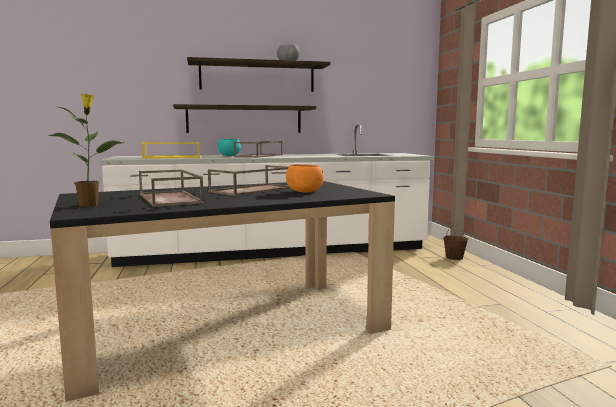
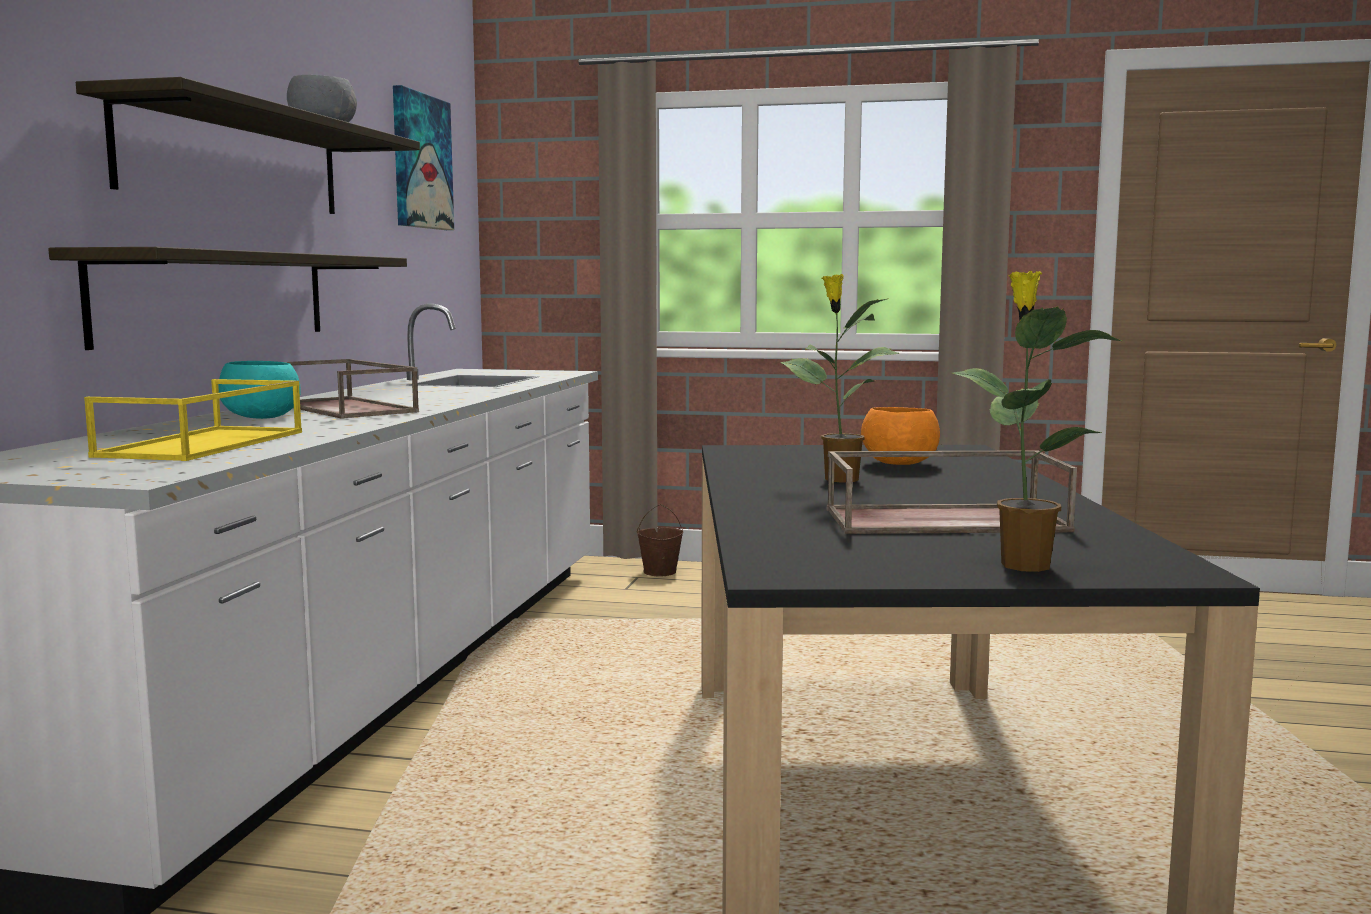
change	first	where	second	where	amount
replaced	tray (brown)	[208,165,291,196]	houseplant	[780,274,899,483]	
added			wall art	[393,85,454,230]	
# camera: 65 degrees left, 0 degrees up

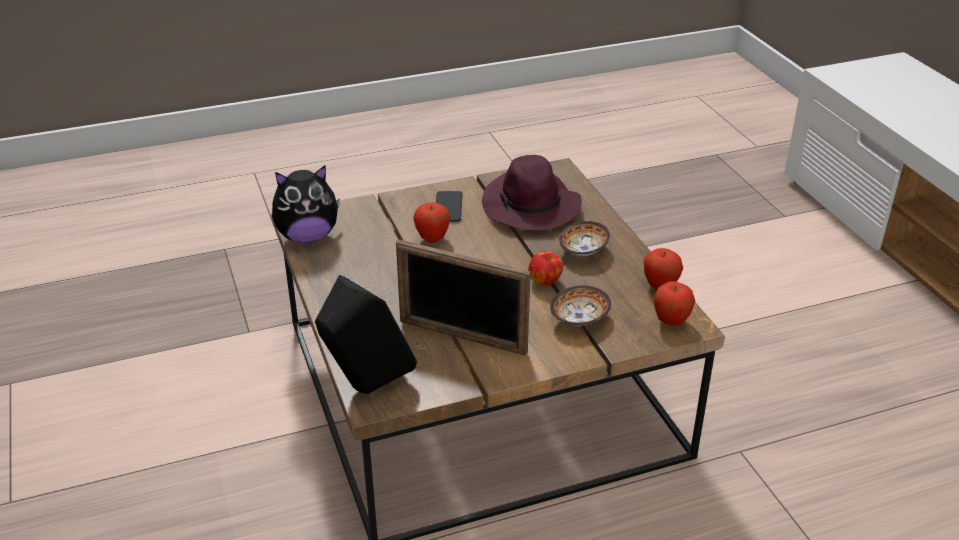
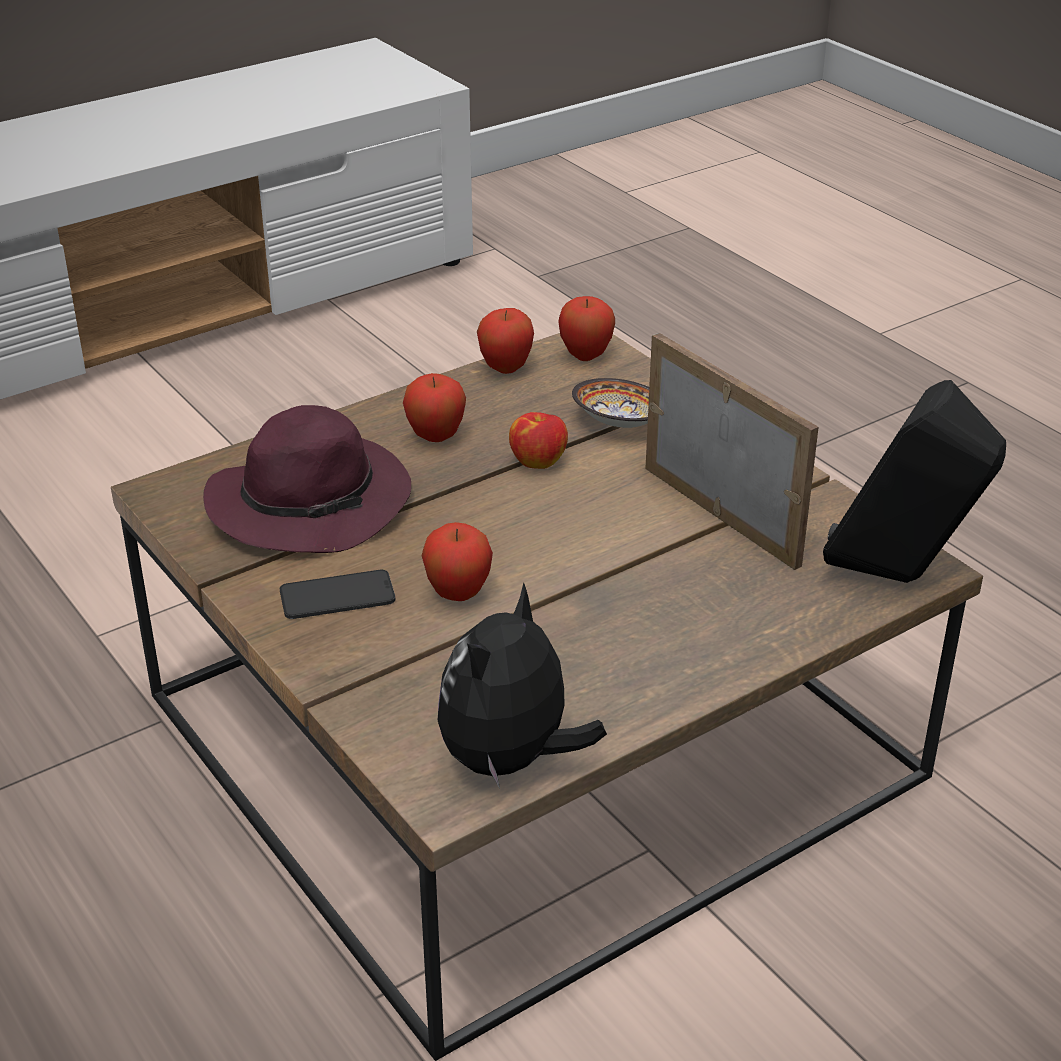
change	first	where	second	where	amount
turned	cuddly toy	[272,166,340,243]		[438,582,607,788]	120 degrees counterclockwise
replaced	deep dish	[559,221,610,256]	whole apple	[403,373,466,442]	
turned	photo frame	[396,239,531,356]		[645,333,819,570]	45 degrees counterclockwise
# camera: 105 degrees left, 0 degrees up

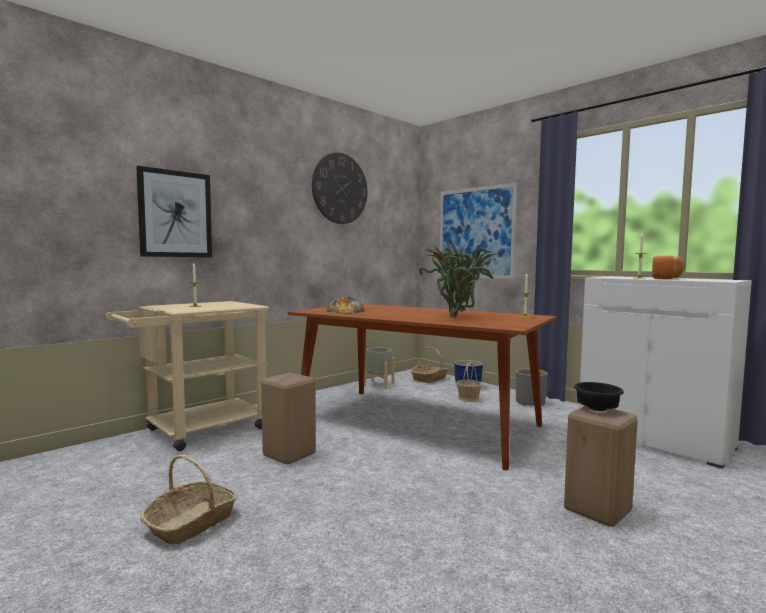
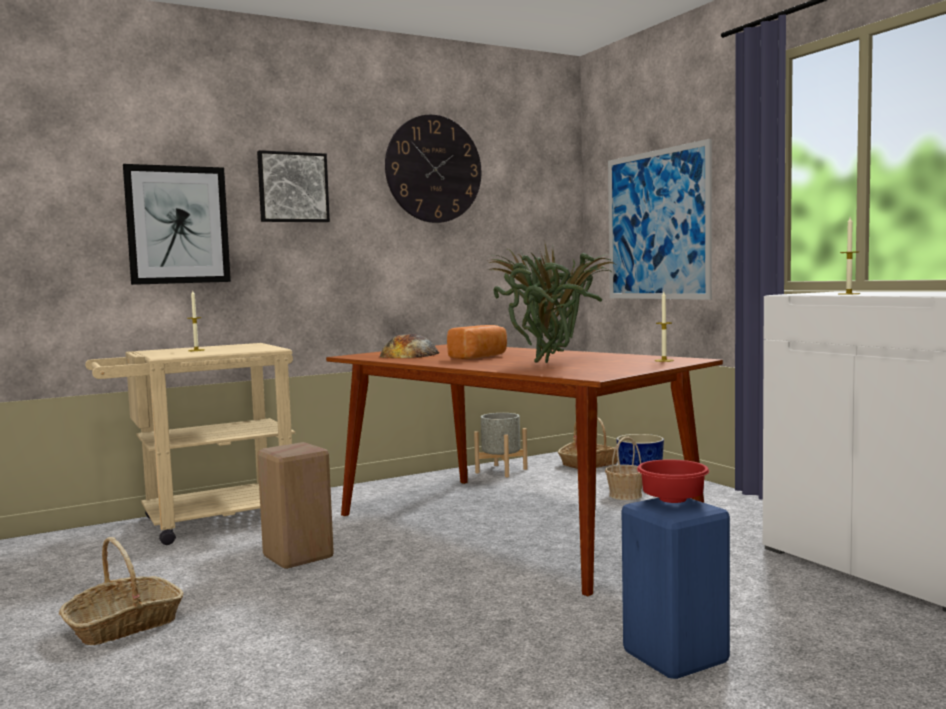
change	first	where	second	where	amount
moved	baked bread	[652,256,684,279]		[447,325,507,359]	
removed	plant pot (greyish)	[516,369,548,406]			
recoloured	deep dish (black)	[574,382,624,411]	deep dish (reddish)	[637,459,709,503]	
recoloured	stool seat (beige)	[564,406,638,527]	stool seat (blue-coloured)	[622,498,730,679]	
added			wall art	[257,150,330,222]	
# camera: 15 degrees right, 0 degrees up

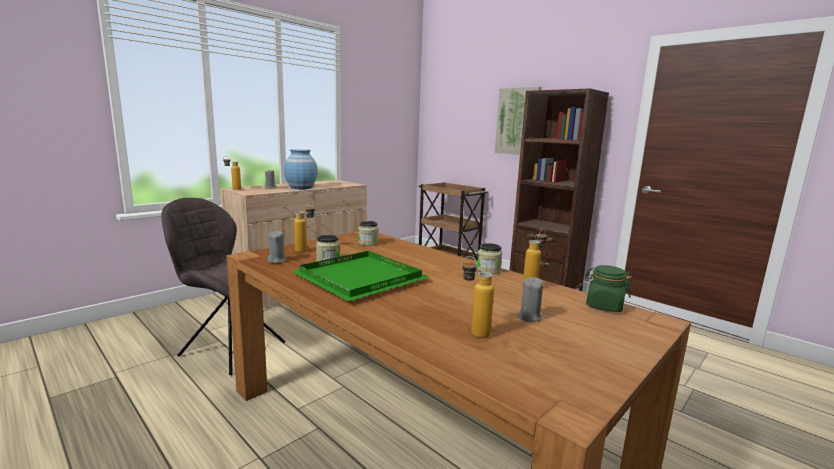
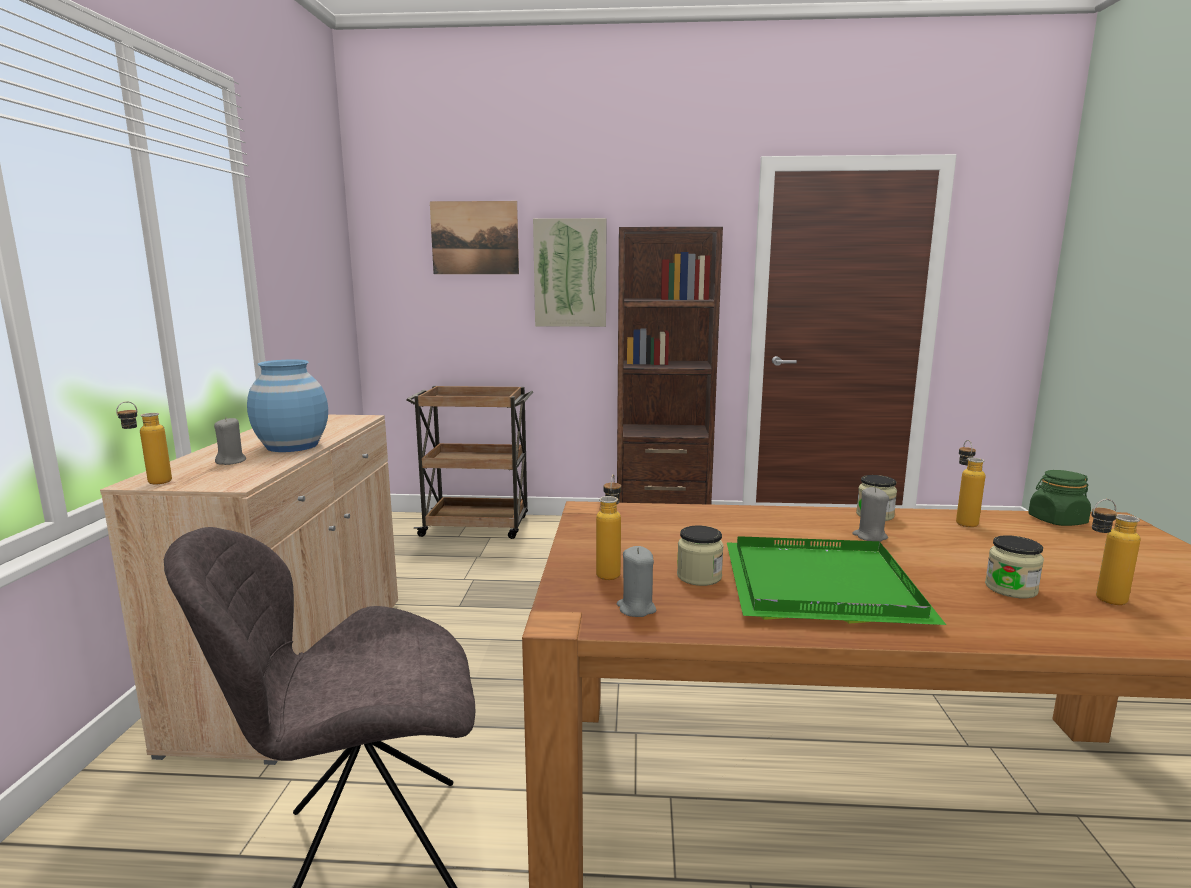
change	first	where	second	where	amount
moved	preserve jar	[358,221,379,246]		[985,535,1044,598]	
moved	wax light (greyish)	[517,277,543,322]		[852,487,889,542]	
added			wall art	[430,201,519,274]	
# camera: 40 degrees left, 0 degrees up

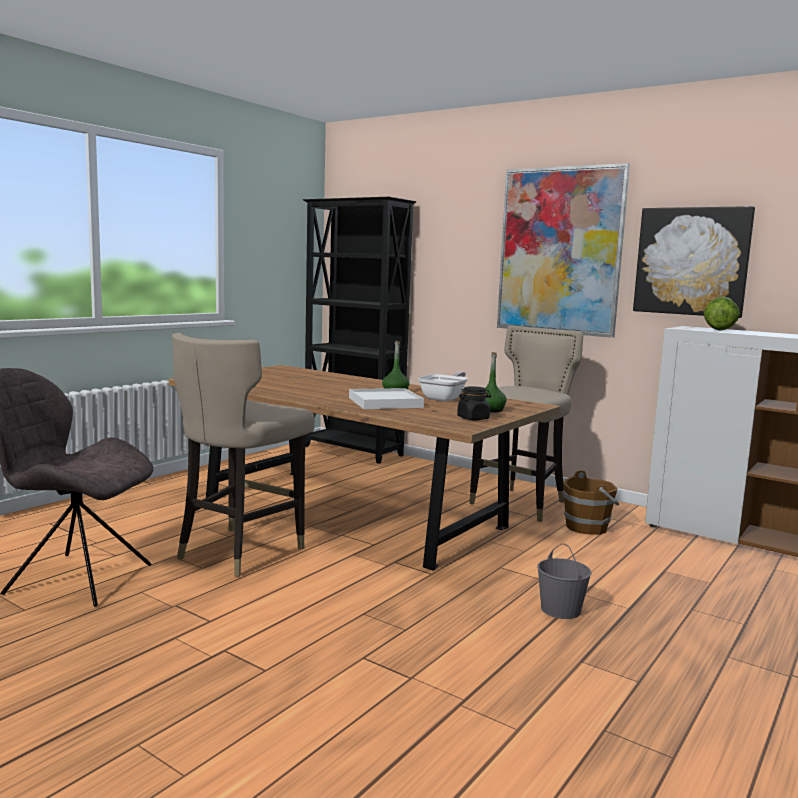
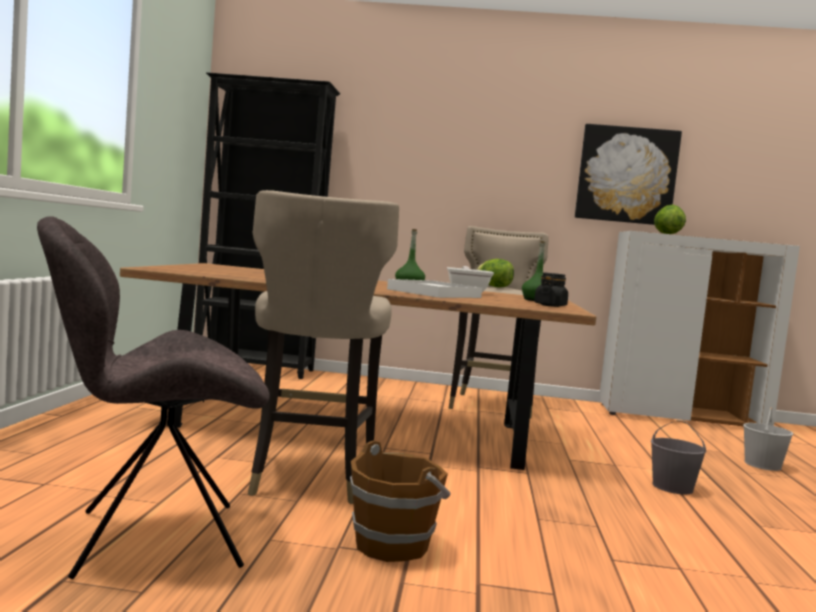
change	first	where	second	where	amount
removed	wall art	[497,163,630,338]			
moved	pail (brown)	[563,470,619,535]		[350,441,451,562]	
added			lettuce head	[476,259,514,288]	
added			pail (whitish)	[743,407,793,471]	
# camera: 30 degrees left, 5 degrees down

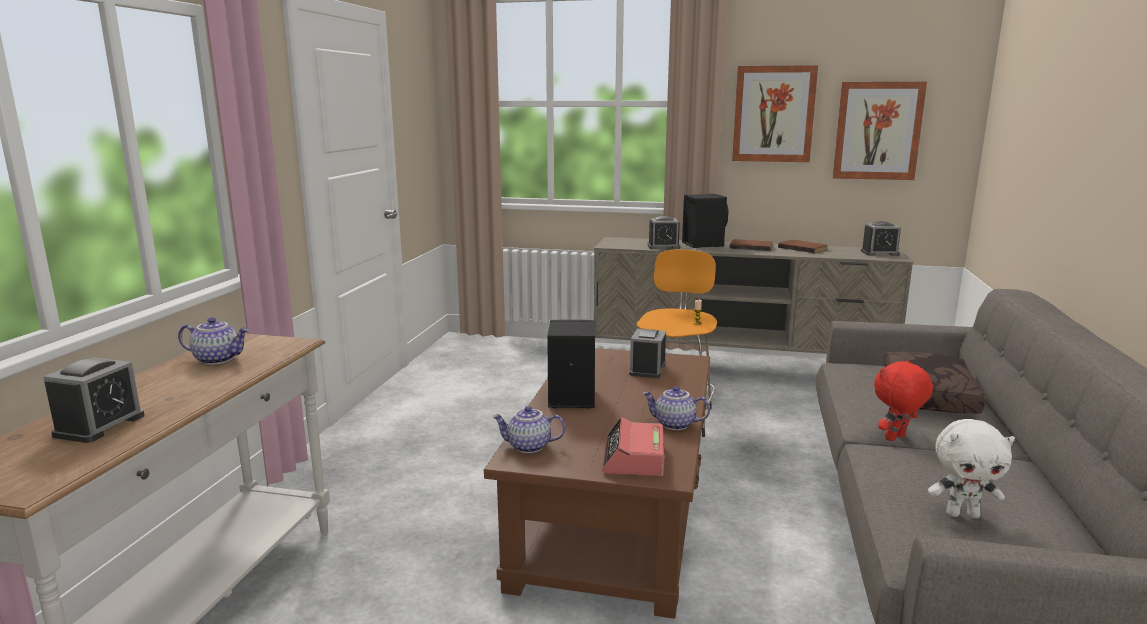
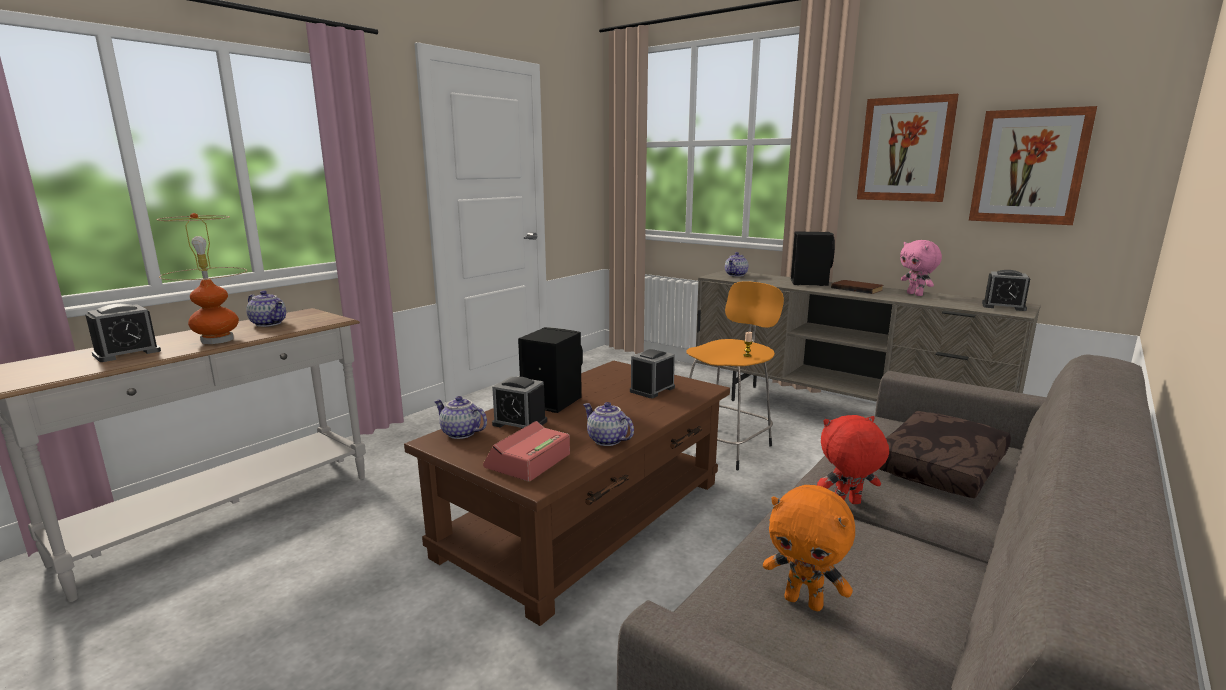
change	first	where	second	where	amount
moved	table clock	[647,216,680,249]		[492,376,547,429]	
replaced	bound book (brown)	[778,240,827,253]	cuddly toy (pink-coloured)	[900,240,942,296]	
recoloured	cuddly toy (whitish)	[928,419,1015,518]	cuddly toy (orange)	[763,485,855,611]	
added			lamp for a table	[156,213,247,344]	
added			tea pot	[725,252,748,277]	
# camera: 25 degrees right, 0 degrees up

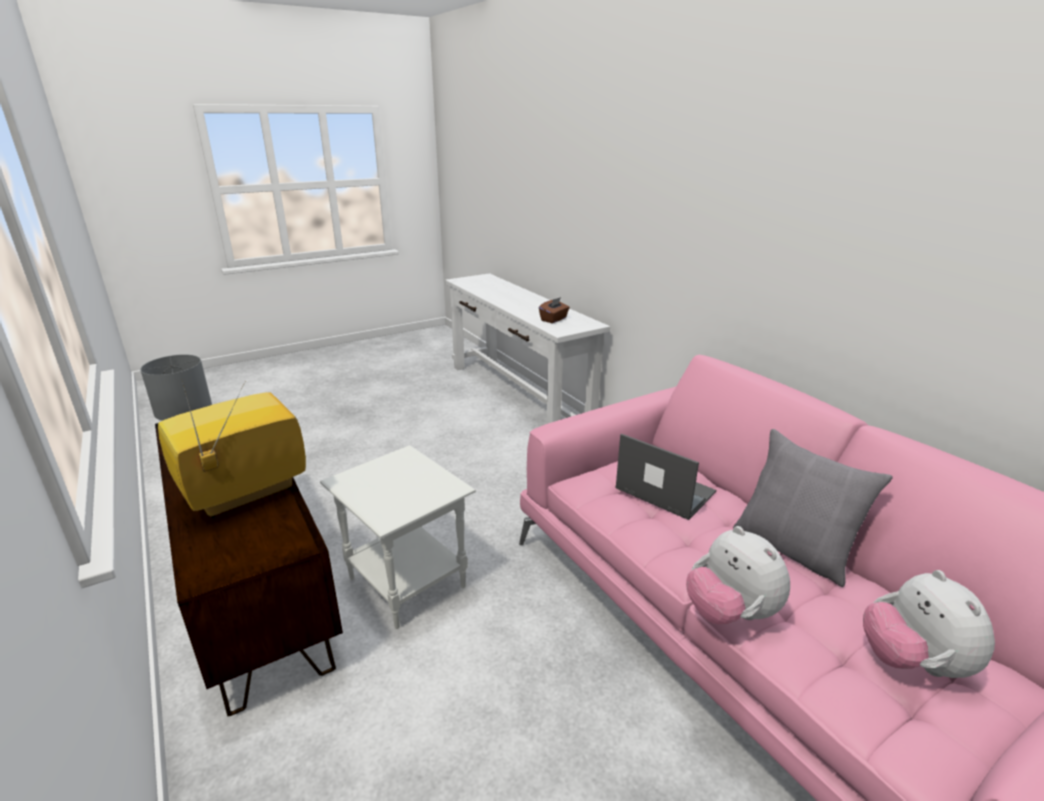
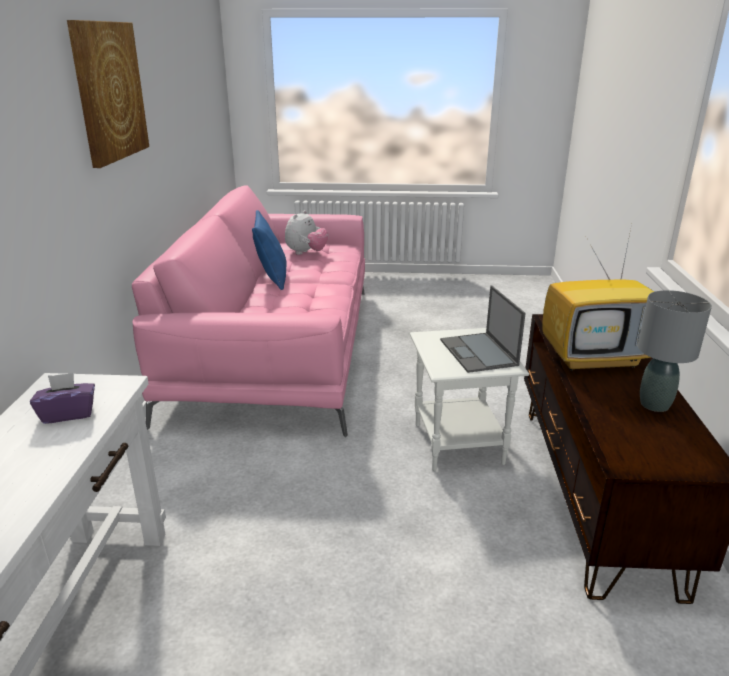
change	first	where	second	where	amount
recoloured	tissue box (brown)	[539,297,570,323]	tissue box (purple)	[30,373,95,424]	
recoloured	cushion (greyish)	[733,429,893,587]	cushion (blue-coloured)	[252,210,287,290]	
moved	laptop	[616,434,716,520]		[440,286,526,373]	
removed	cuddly toy	[686,526,790,625]			
added			wall art	[67,20,149,168]	
# camera: 145 degrees left, 0 degrees up

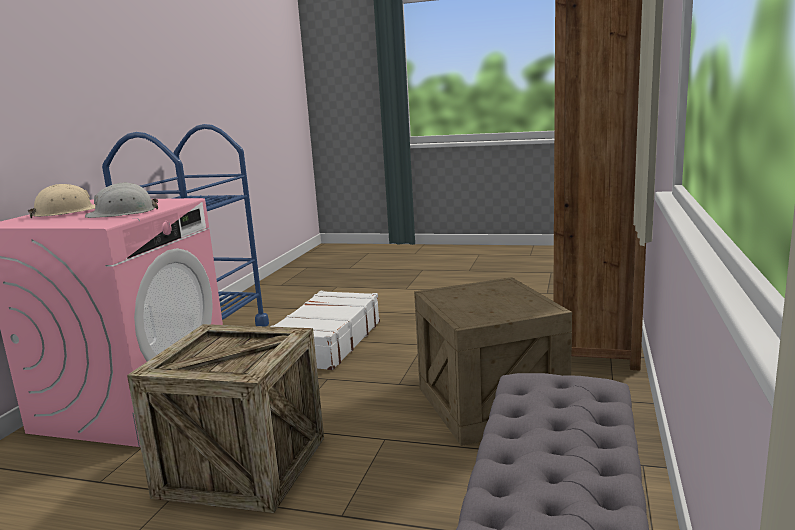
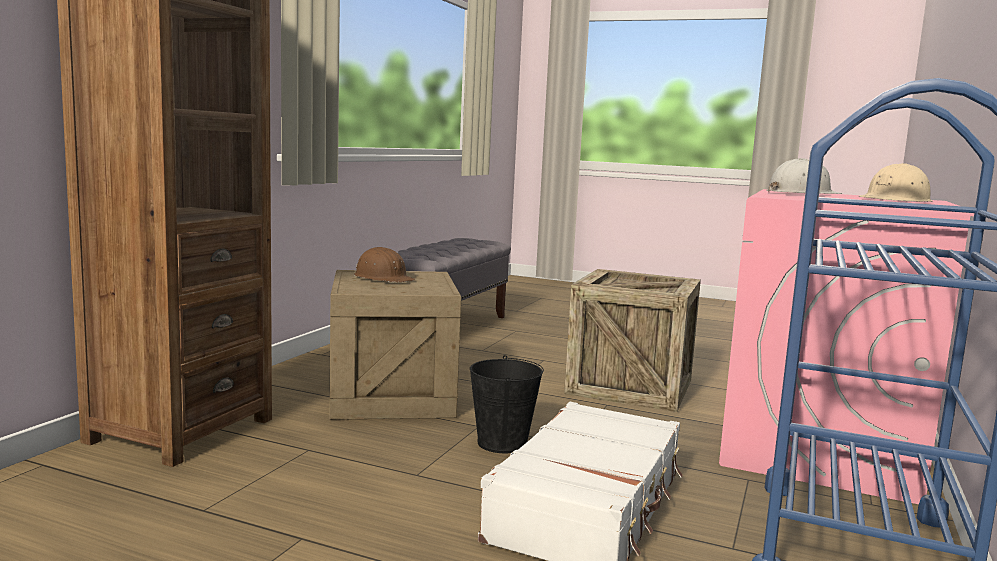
change	first	where	second	where	amount
added			hard hat (brown)	[354,247,415,282]	
added			pail (black)	[470,355,544,453]	
# camera: 175 degrees left, 5 degrees down

